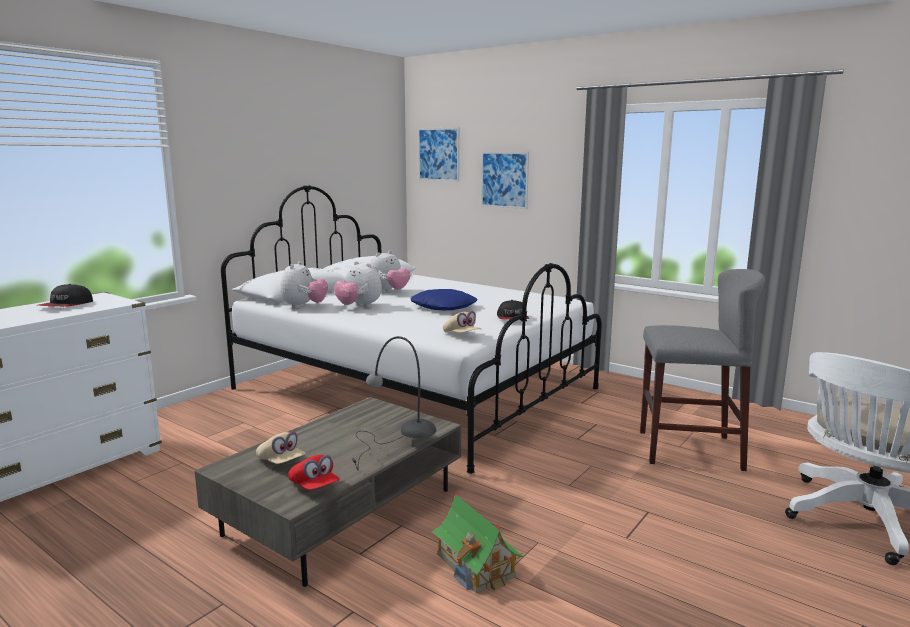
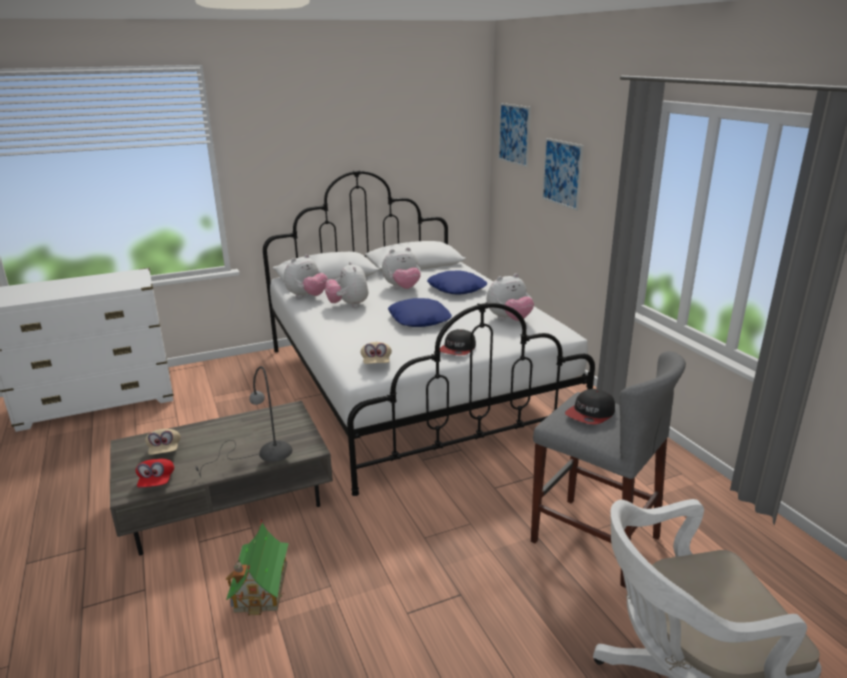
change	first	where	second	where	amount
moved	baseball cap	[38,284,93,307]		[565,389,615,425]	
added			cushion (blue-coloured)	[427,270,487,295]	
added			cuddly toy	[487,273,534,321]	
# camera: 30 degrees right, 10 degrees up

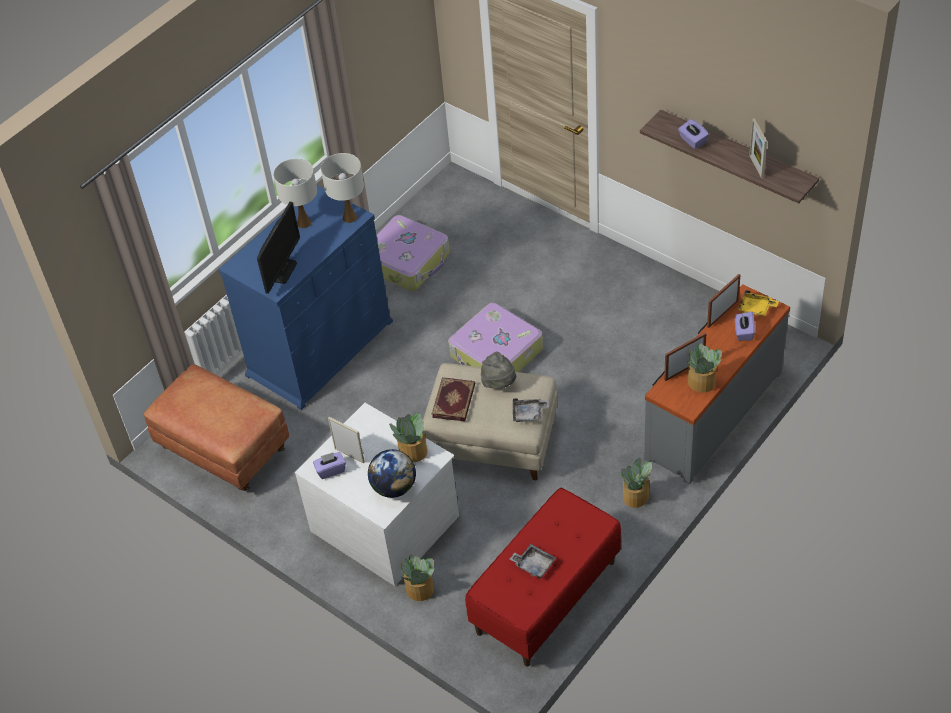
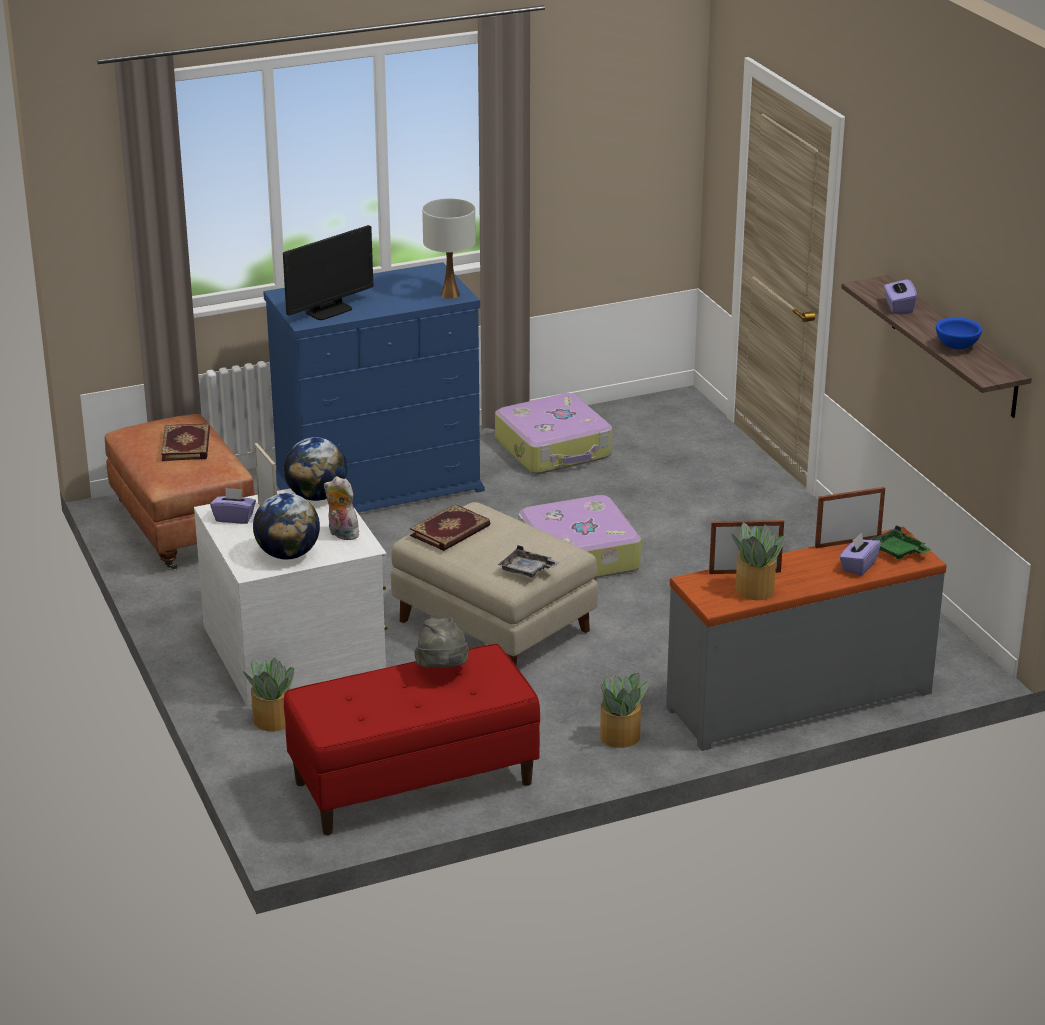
change	first	where	second	where	amount
replaced	photo frame	[749,118,767,178]	deep dish (blue-coloured)	[936,317,982,349]	
removed	lamp for a table (whitish)	[273,159,317,228]			
recoloured	tray (yellow-coloured)	[738,290,779,316]	tray (green-coloured)	[869,525,932,559]	
moved	clothing hat (greyish)	[481,352,516,389]		[414,617,469,668]	
replaced	houseplant	[389,413,427,462]	cuddly toy	[324,476,359,540]	
removed	tray (greyish)	[510,544,556,579]			
added			bound book	[161,424,210,461]	
added			desk globe	[284,437,348,501]	
# camera: 25 degrees right, 20 degrees down

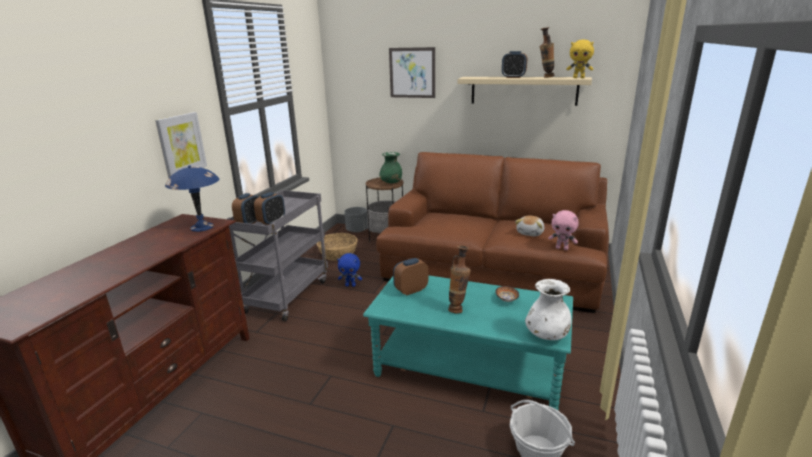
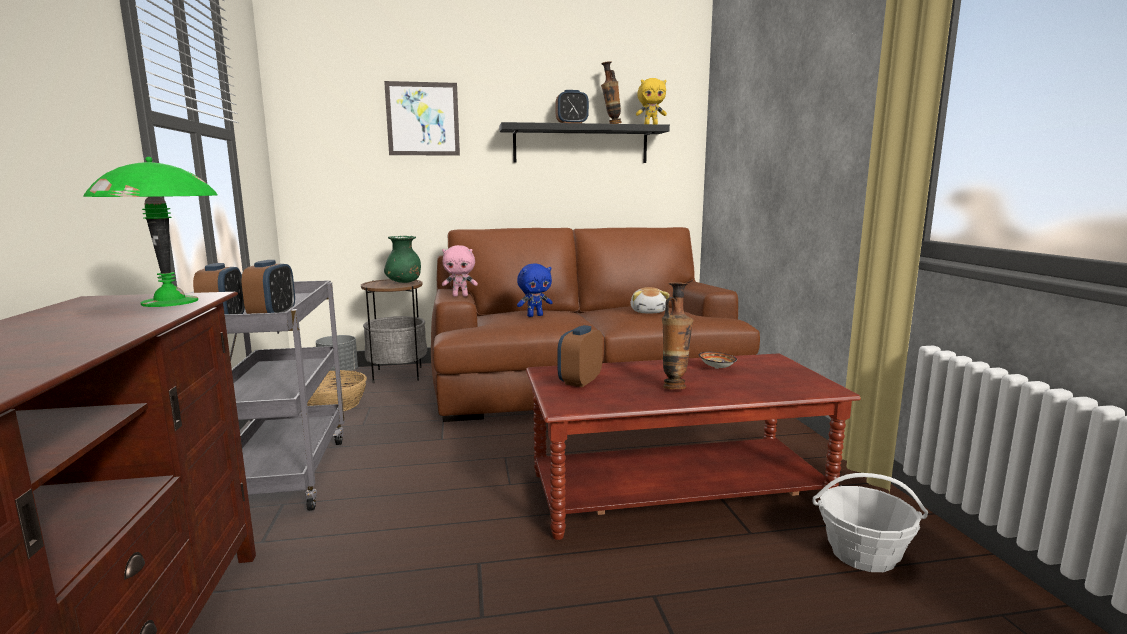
change	first	where	second	where	amount
recoloured	wall shelf (beige)	[457,77,592,106]	wall shelf (black)	[499,122,670,163]	
removed	wall art	[155,112,207,178]			
recoloured	lamp for a table (blue-coloured)	[165,165,219,232]	lamp for a table (green-coloured)	[83,157,218,307]	
moved	cuddly toy (pink-coloured)	[548,210,579,250]		[442,245,478,297]	
moved	cuddly toy (blue-coloured)	[337,253,362,287]		[517,264,553,317]	
recoloured	low table (turquoise-coloured)	[363,275,573,410]	low table (brown)	[526,353,861,540]	
removed	decorative vase (whitish)	[525,279,571,340]			
# camera: 30 degrees left, 10 degrees down

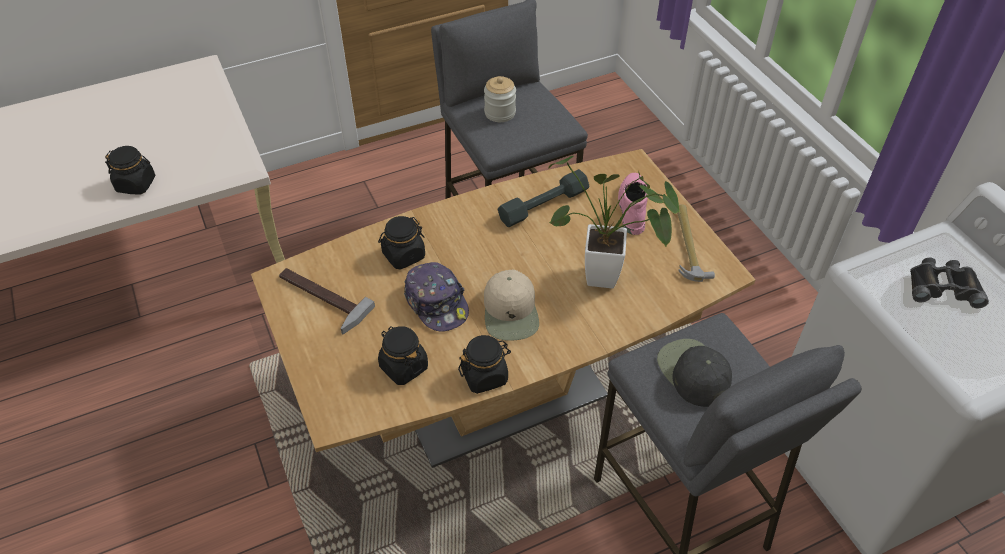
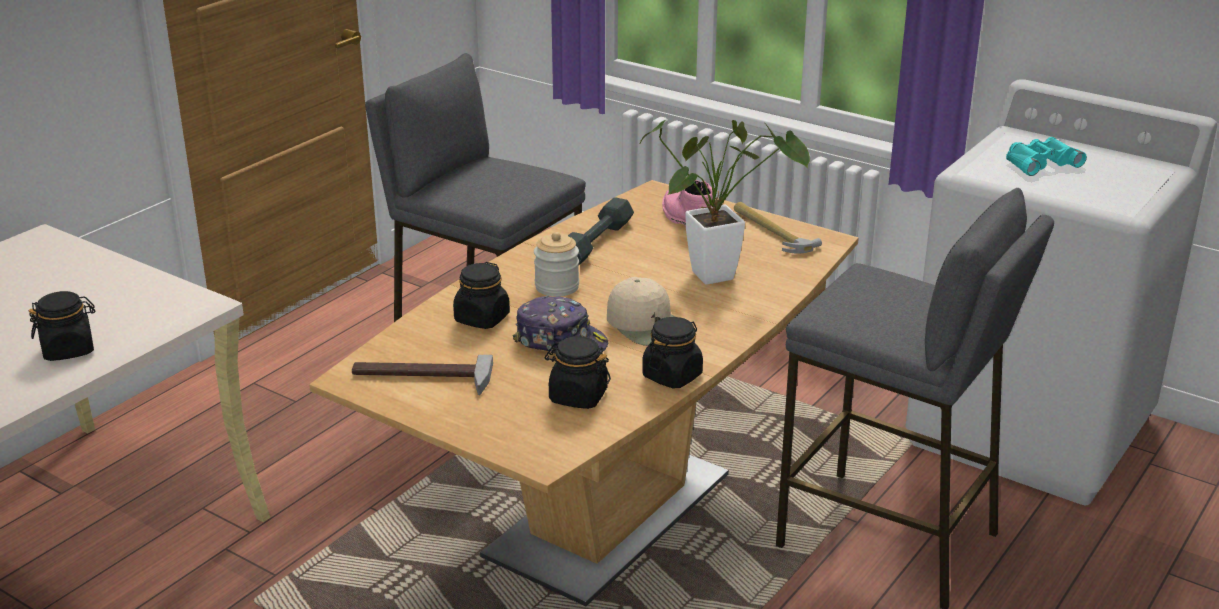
change	first	where	second	where	amount
moved	preserve jar	[484,76,516,122]		[534,232,579,297]	
recoloured	pair of binoculars (black)	[910,258,989,308]	pair of binoculars (turquoise-coloured)	[1006,137,1087,176]	
removed	baseball cap (black)	[657,339,732,407]			
# camera: 30 degrees left, 20 degrees down

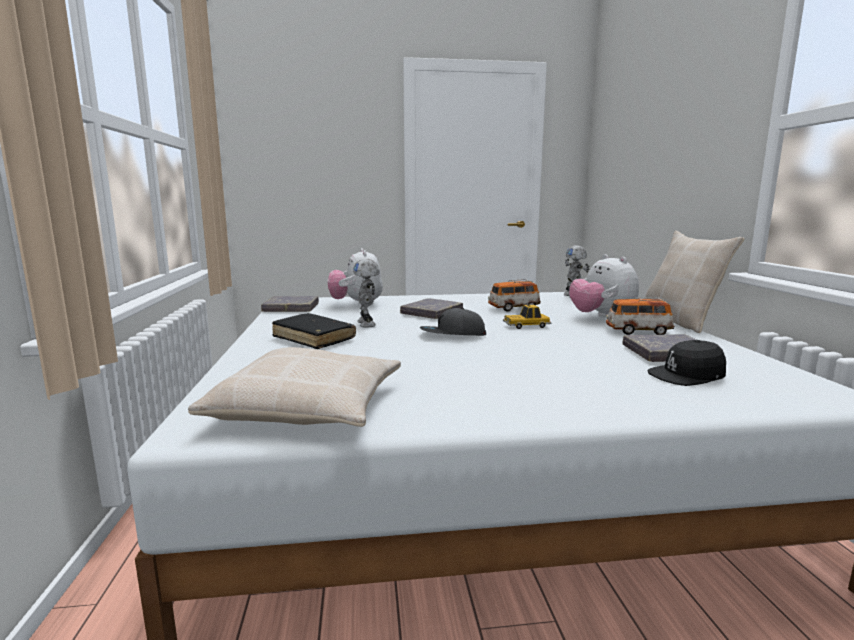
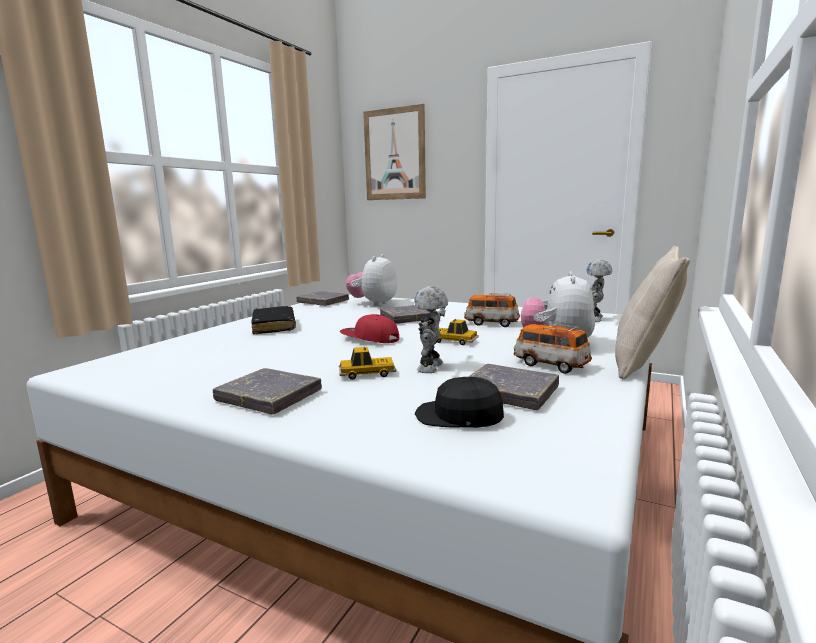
change	first	where	second	where	amount
moved	model robot	[353,259,380,327]		[414,286,448,373]	
recoloured	baseball cap (greyish)	[420,308,486,336]	baseball cap (reddish)	[340,314,399,343]	
removed	cushion (beige)	[188,347,401,427]			
added			wall art	[363,104,426,200]	
added			toy car	[339,346,396,380]	
added			bound book (greyish)	[213,368,322,414]	
# camera: 35 degrees right, 0 degrees up

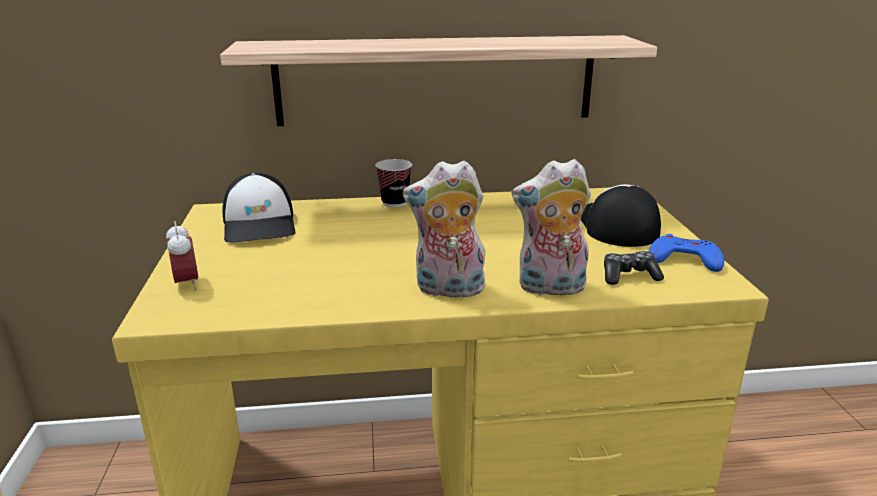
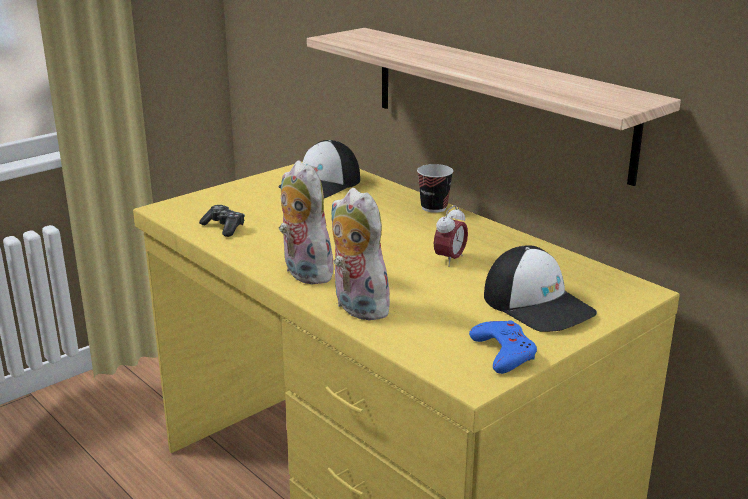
change	first	where	second	where	amount
turned	baseball cap	[581,184,661,247]		[484,245,597,332]	90 degrees clockwise
moved	table clock	[166,221,198,290]		[434,205,468,267]	
moved	gamepad	[604,251,664,285]		[199,205,245,237]	
# camera: 55 degrees right, 0 degrees up

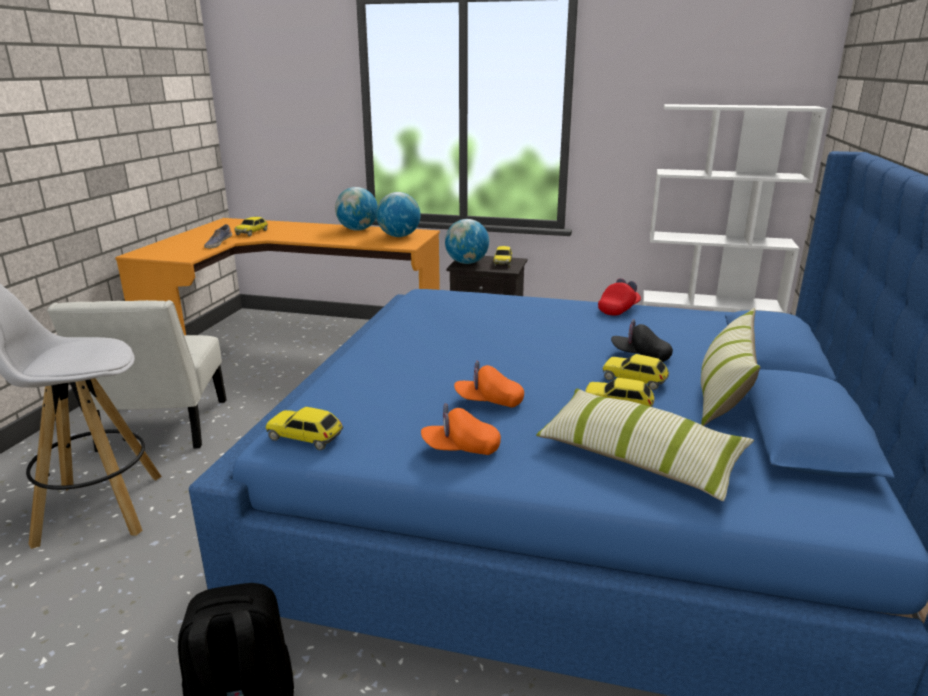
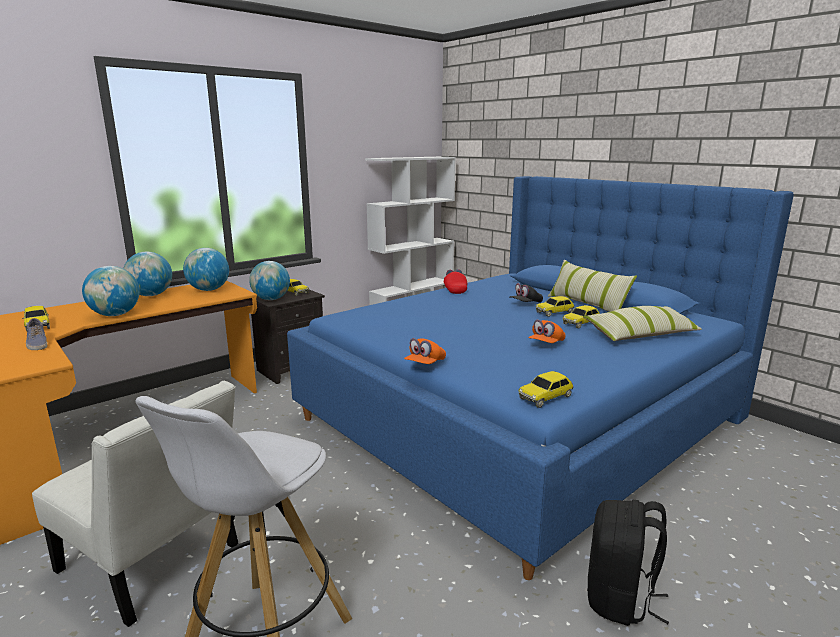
change	first	where	second	where	amount
moved	baseball cap (orange)	[421,403,501,455]		[404,338,446,364]	
added			desk globe	[82,266,140,316]	
# camera: 55 degrees left, 5 degrees down

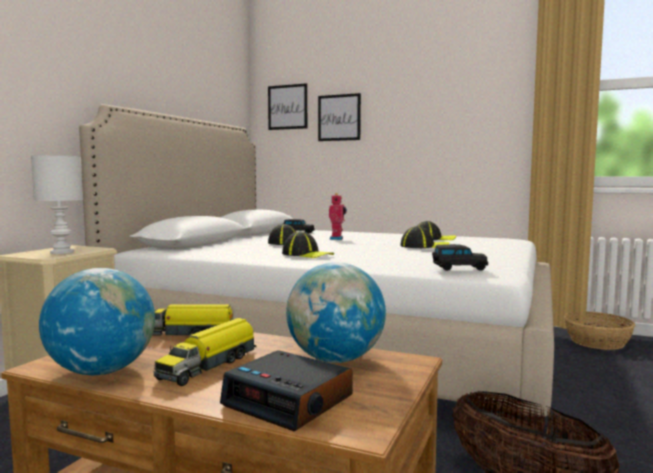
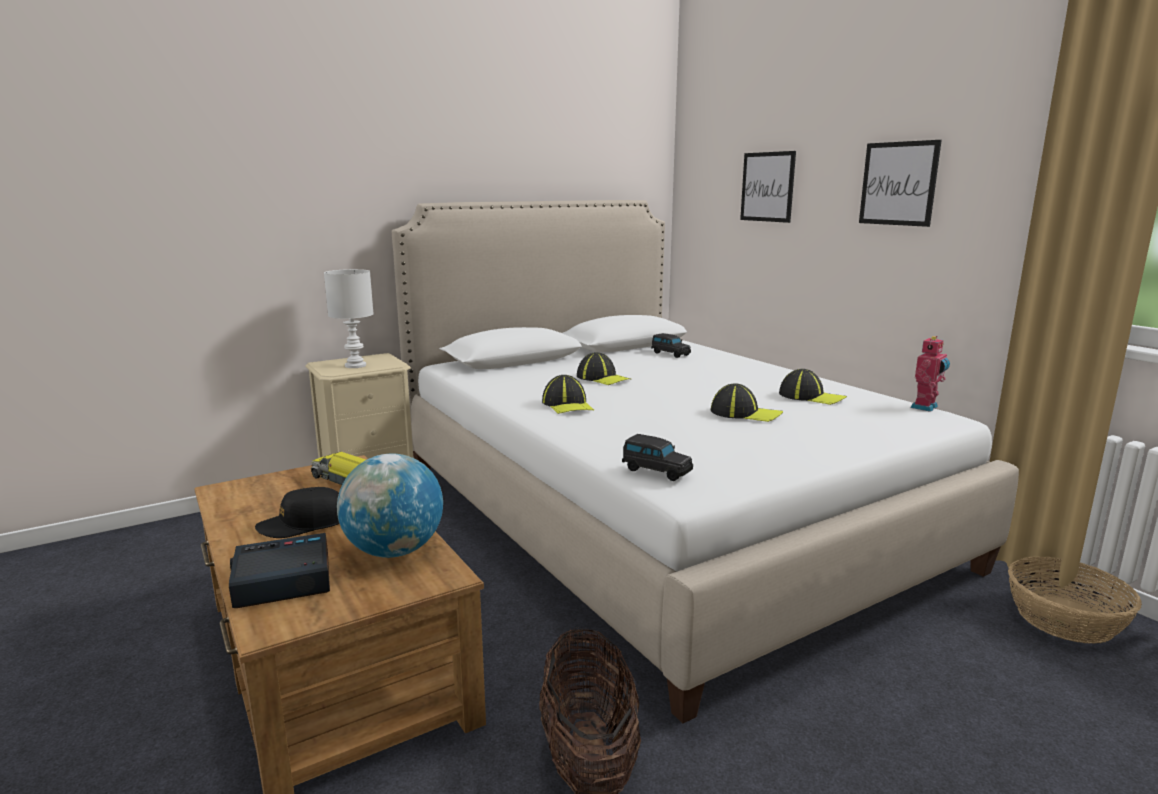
change	first	where	second	where	amount
moved	wall art	[268,83,307,130]		[859,140,942,227]	
moved	model robot	[329,193,347,240]		[910,336,950,412]	
removed	desk globe	[39,268,155,375]			
replaced	model truck	[154,318,256,386]	baseball cap (black)	[255,487,340,538]	
turned	table clock	[220,350,353,432]		[229,533,330,608]	90 degrees clockwise
# camera: 35 degrees right, 10 degrees up

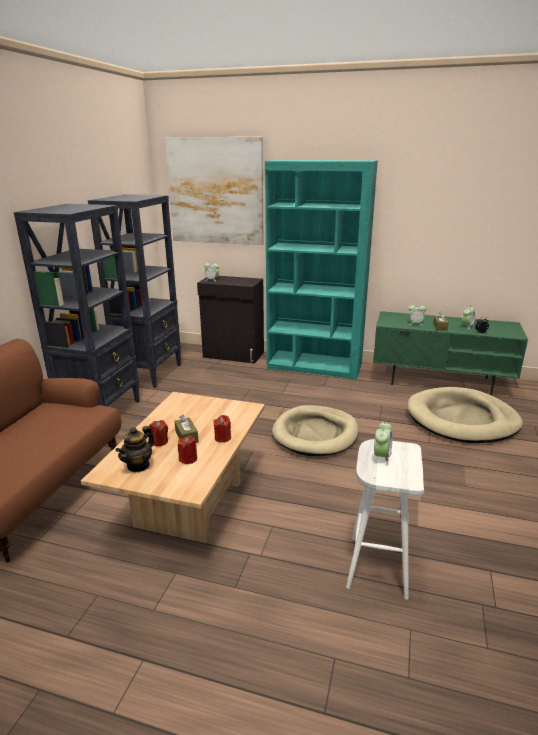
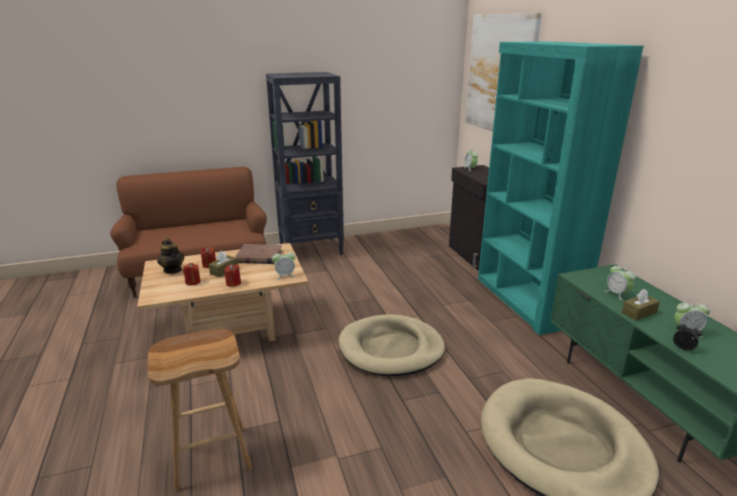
change	first	where	second	where	amount
removed	bookshelf (black)	[88,194,181,388]			
moved	table clock	[374,421,392,466]		[272,249,296,279]	
turned	tea pot	[115,426,154,472]		[157,239,184,274]	120 degrees counterclockwise
recoloured	stool seat (whitish)	[346,439,424,600]	stool seat (brown)	[148,329,252,491]	
added			bound book (brown)	[235,244,282,264]	
# camera: 55 degrees right, 0 degrees up

